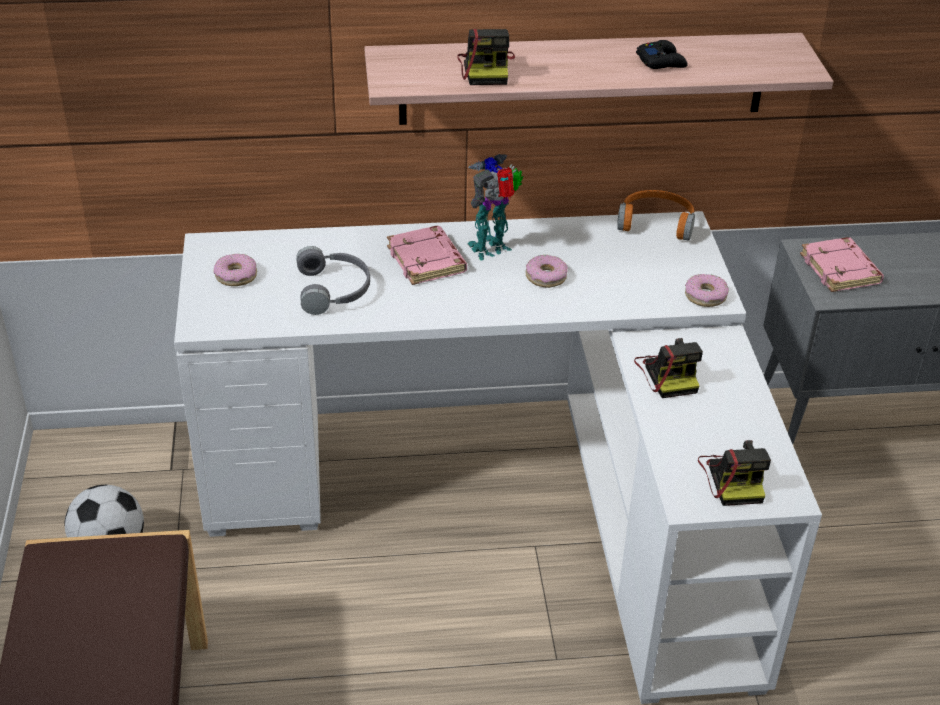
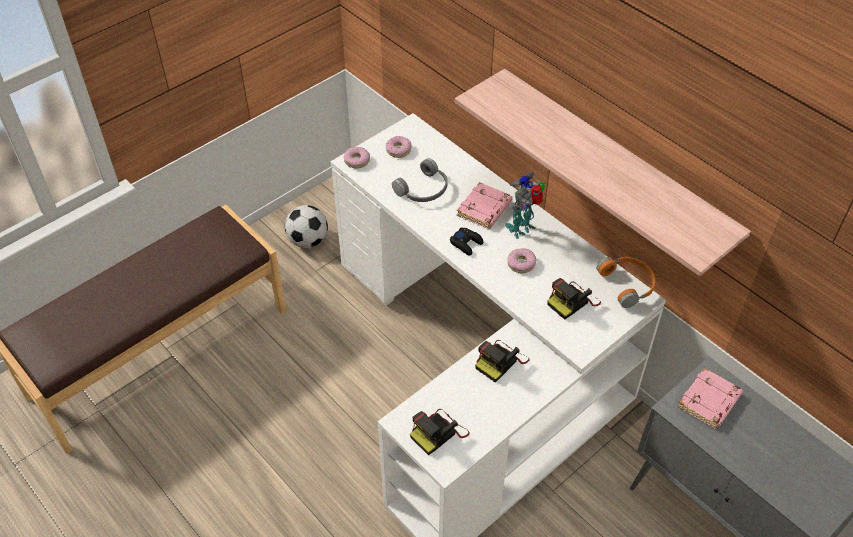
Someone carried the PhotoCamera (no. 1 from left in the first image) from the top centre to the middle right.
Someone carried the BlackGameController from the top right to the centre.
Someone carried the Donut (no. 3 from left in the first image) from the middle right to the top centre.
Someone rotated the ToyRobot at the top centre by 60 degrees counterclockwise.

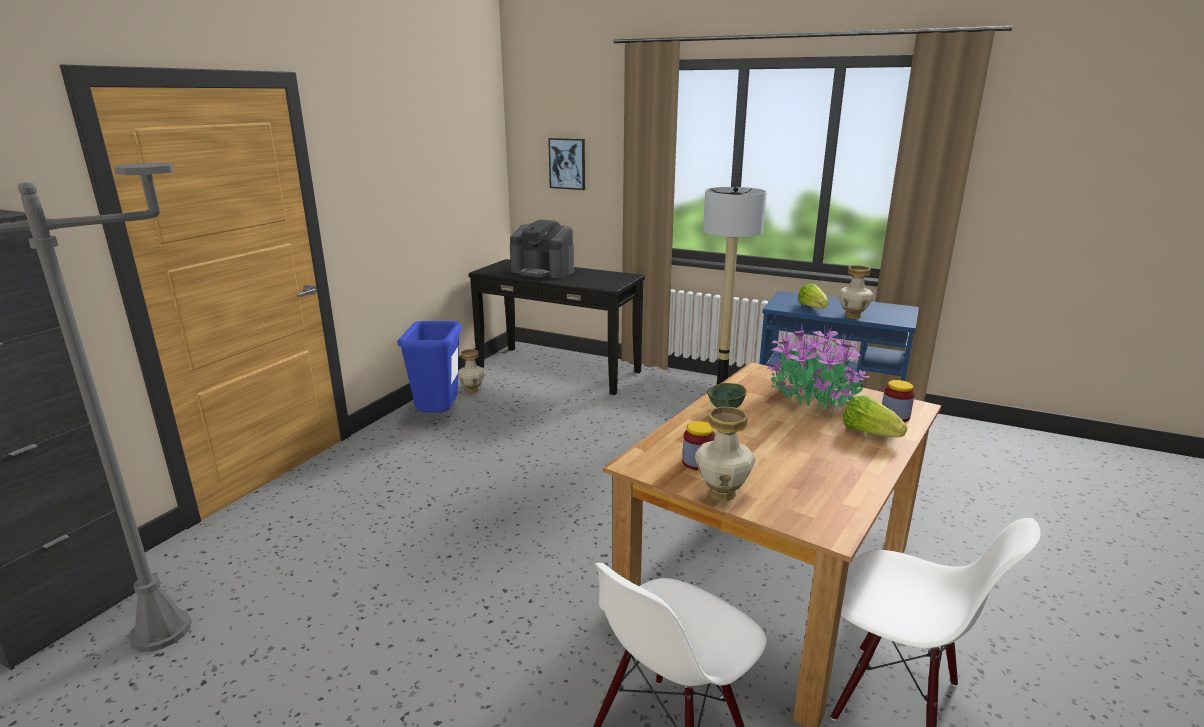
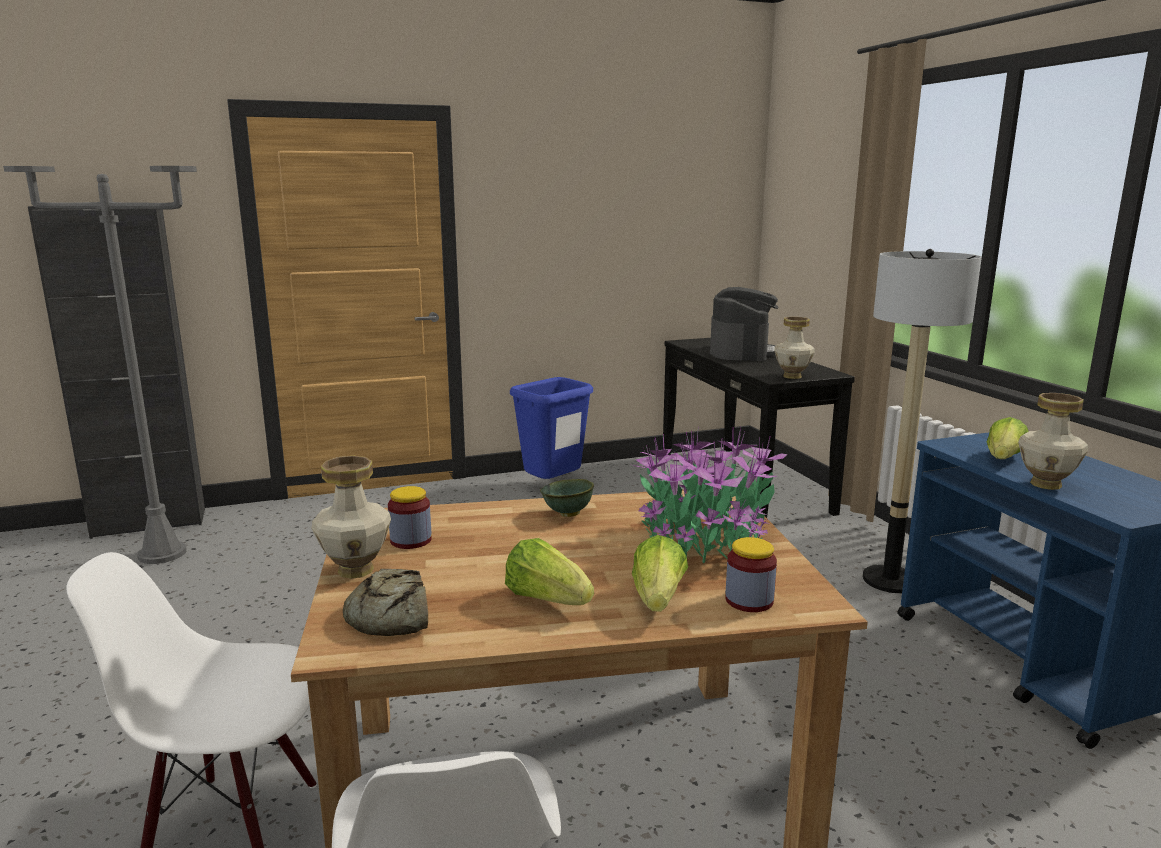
Someone took away the Picture at the top centre.
Someone put down the Bread at the bottom left.
Someone put down the Lettuce (no. 1 from left) at the bottom centre.
Someone carried the Vase (no. 1 from left in the first image) from the centre to the middle right.
Someone rotated the CoffeeMachine at the centre by 150 degrees counterclockwise.

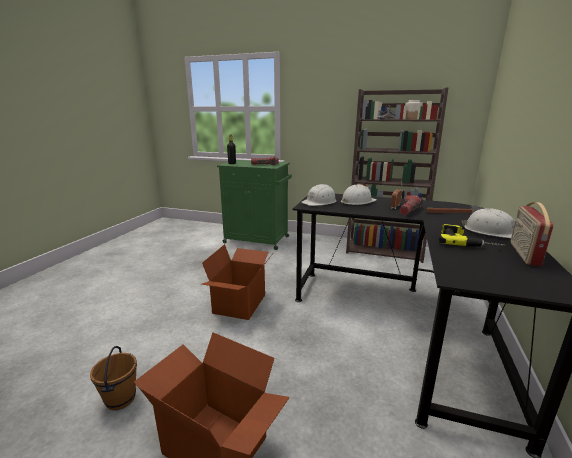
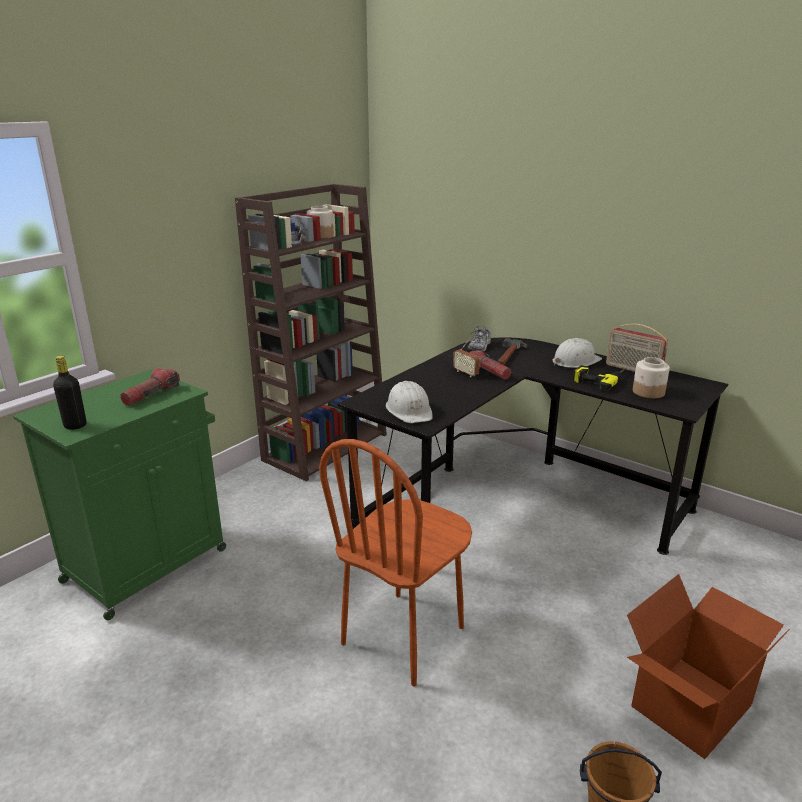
Someone took away the WhiteHardHat (no. 2 from left) at the centre.
Someone put down the Shoe (no. 2 from left) at the centre.
Someone put down the Jar (no. 2 from left) at the middle right.
Someone swapped the CardboardBox (no. 2 from left) at the centre for the BrownChair at the bottom centre.

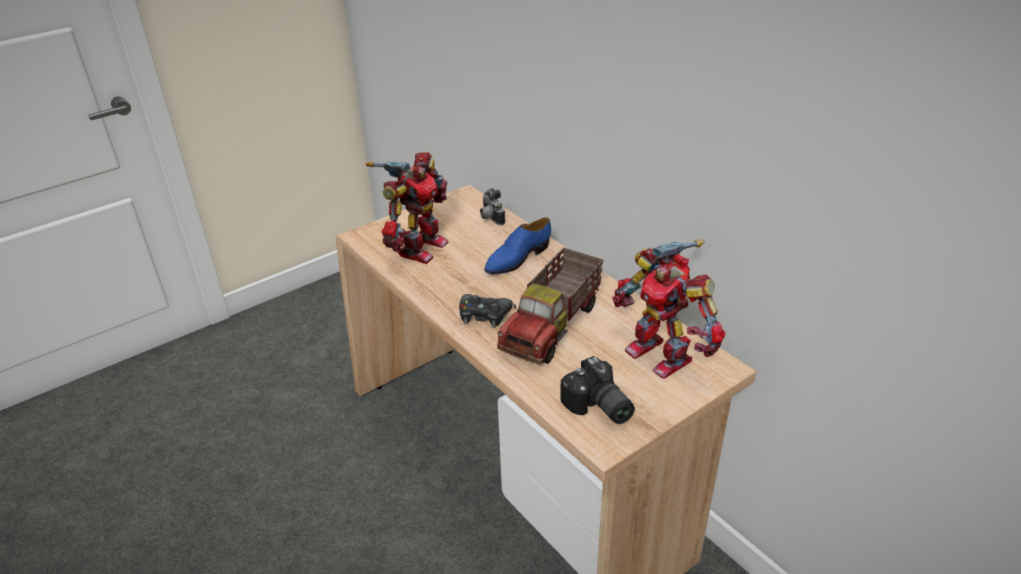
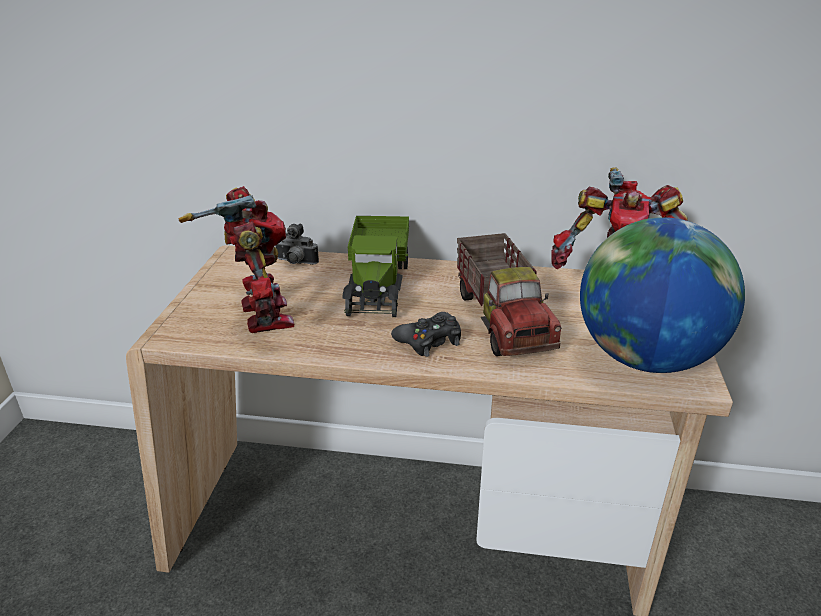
Someone swapped the BlueShoe at the centre for the ToyTruck (no. 1 from left) at the centre.
Someone swapped the PhotoCamera (no. 2 from left) at the bottom centre for the Globe at the middle right.

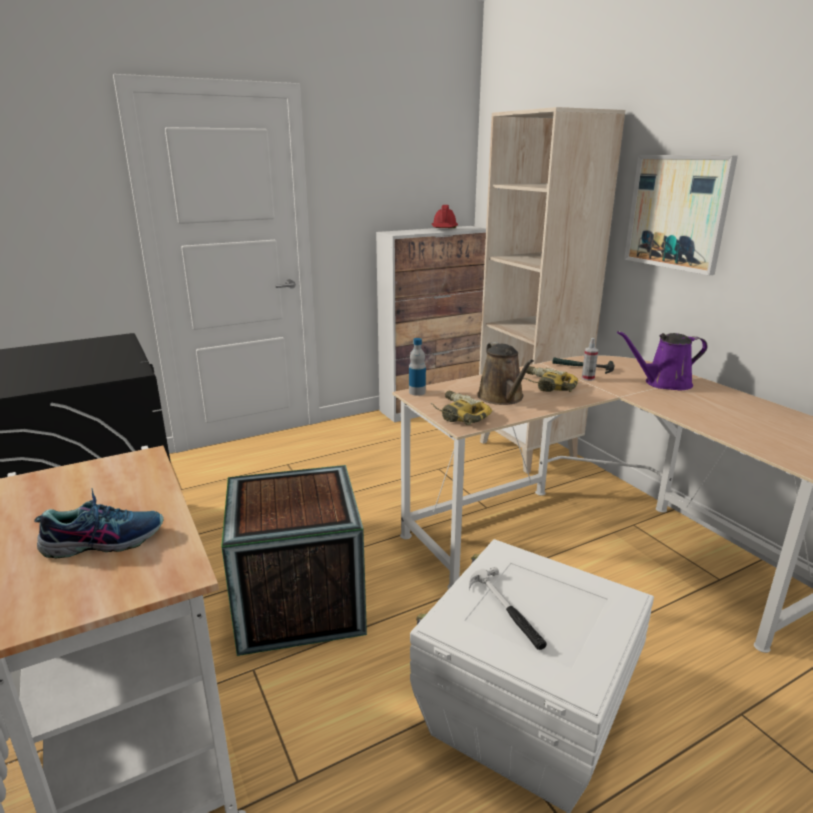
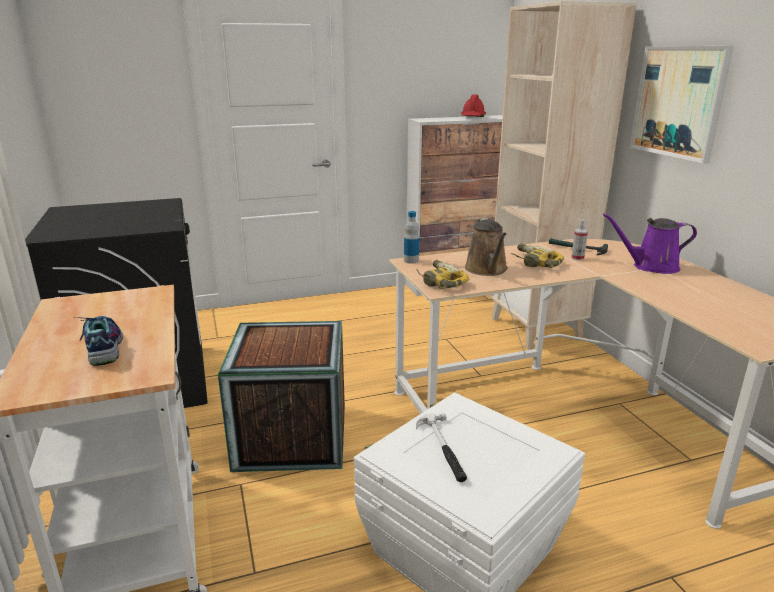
Someone rotated the Shoe at the middle left by 105 degrees counterclockwise.

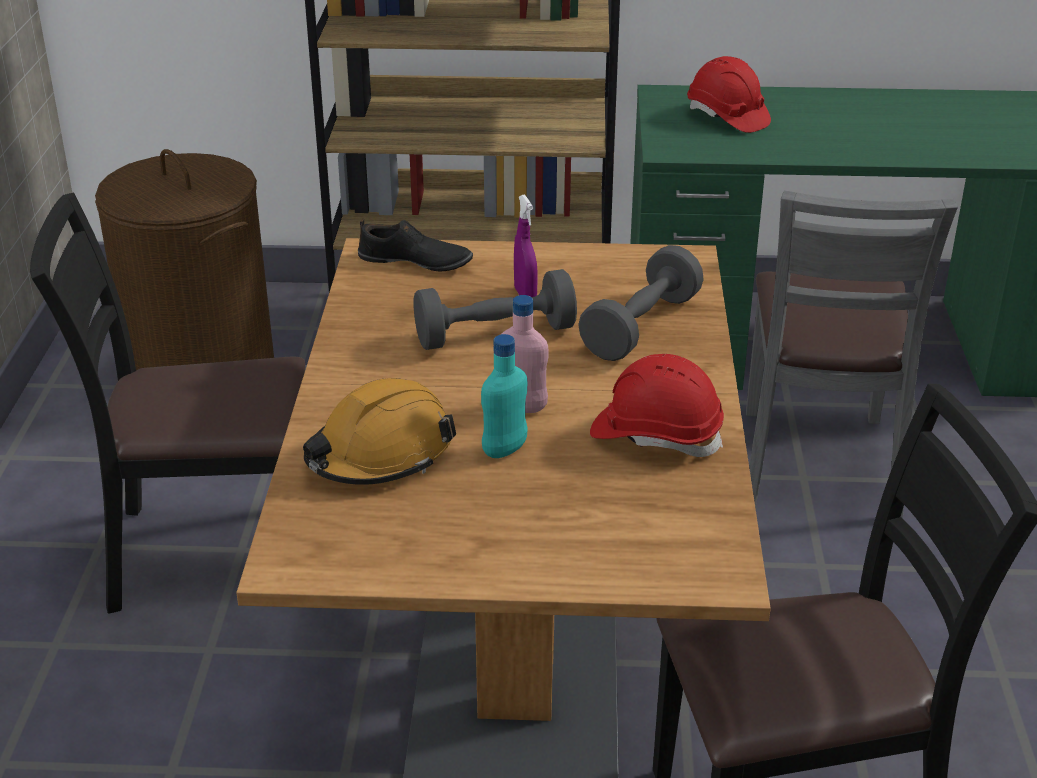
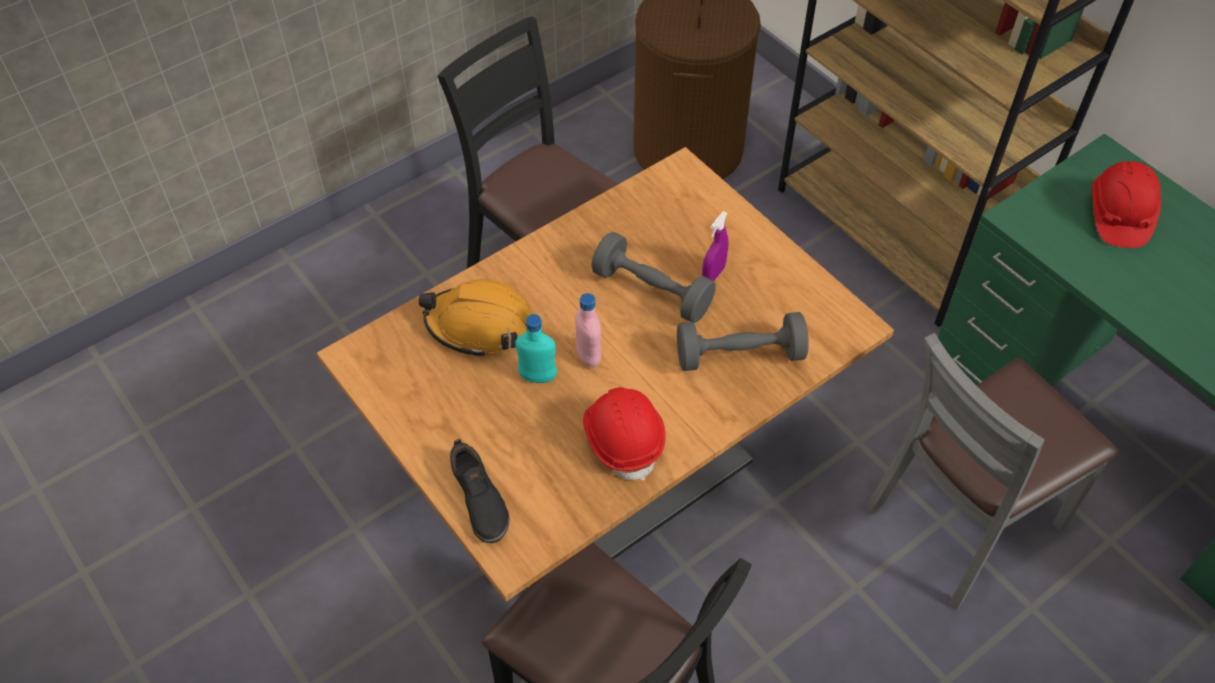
Someone carried the BlackShoe from the top centre to the bottom centre.

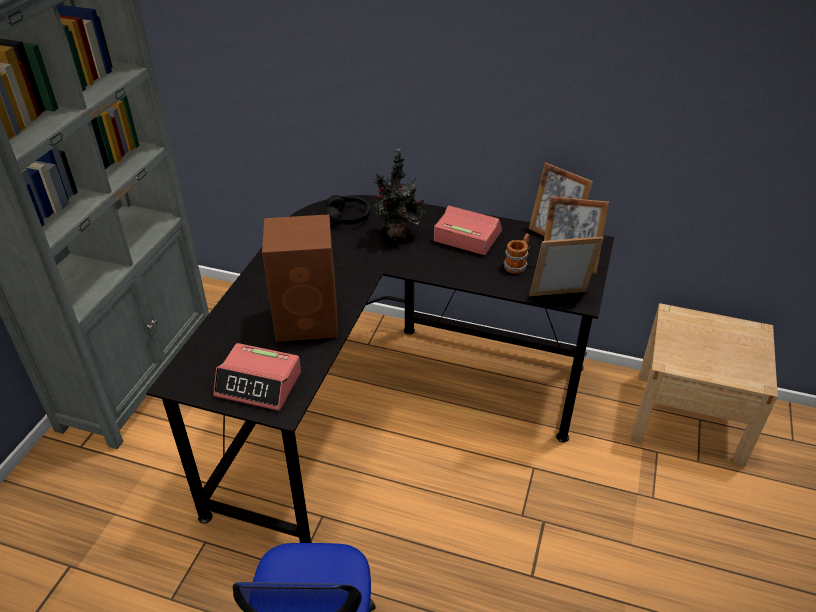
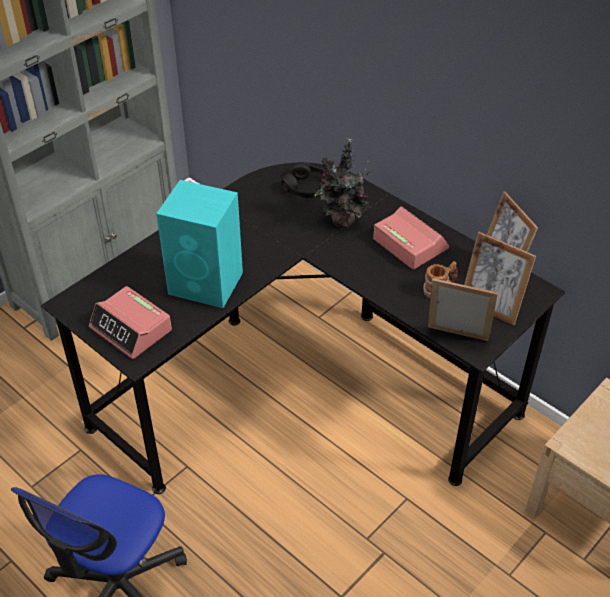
Someone repainted the BrownSpeaker at the centre, which became the TurquoiseSpeaker at the middle left.

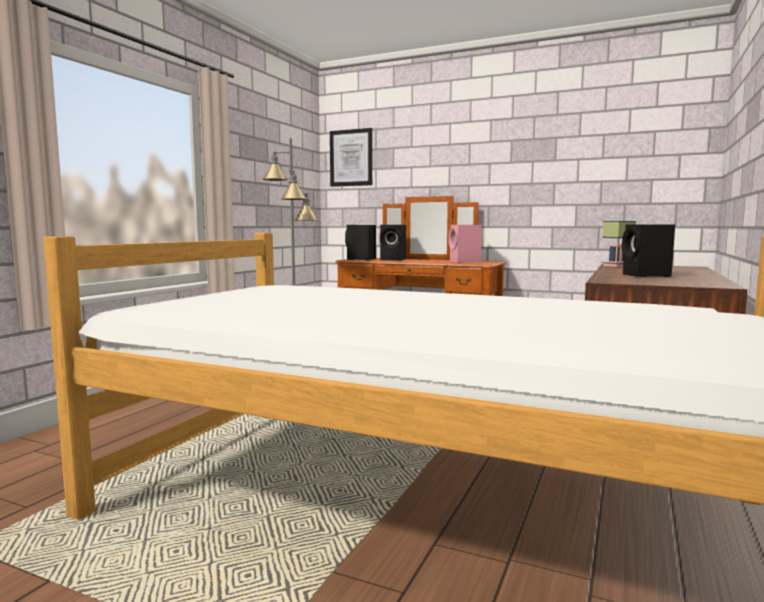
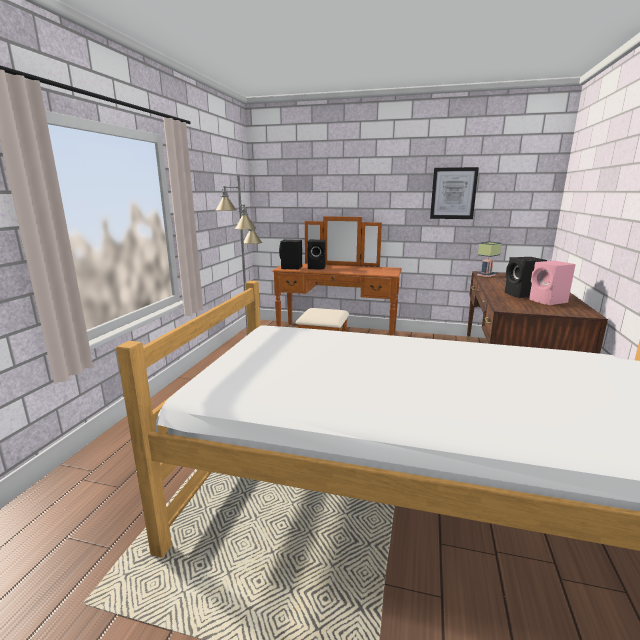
Someone carried the Picture from the top centre to the top right.
Someone carried the PinkSpeaker from the centre to the middle right.

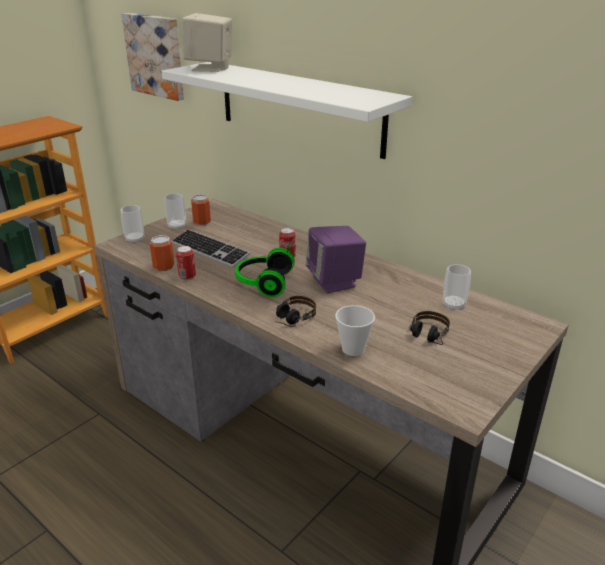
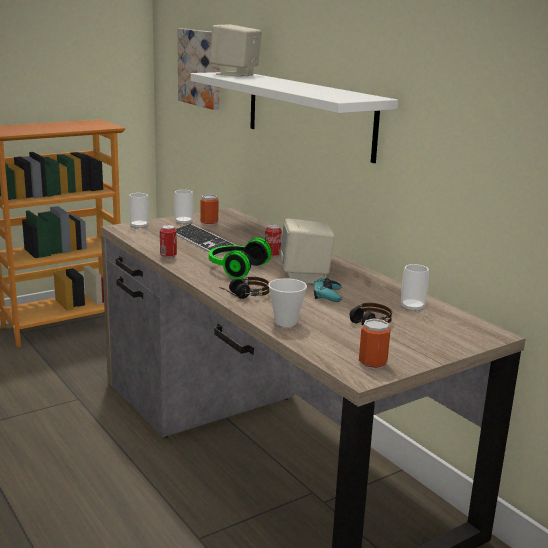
Someone put down the TurquoiseGameController at the centre.
Someone carried the Can (no. 1 from left in the first image) from the middle left to the middle right.
Someone repainted the PurpleSpeaker at the centre, which became the BeigeSpeaker (no. 2 from left) at the centre.

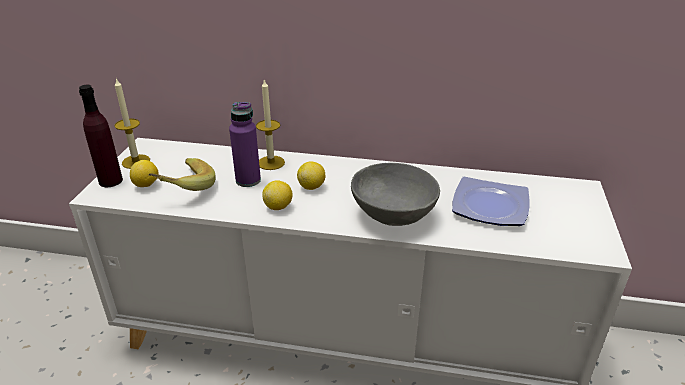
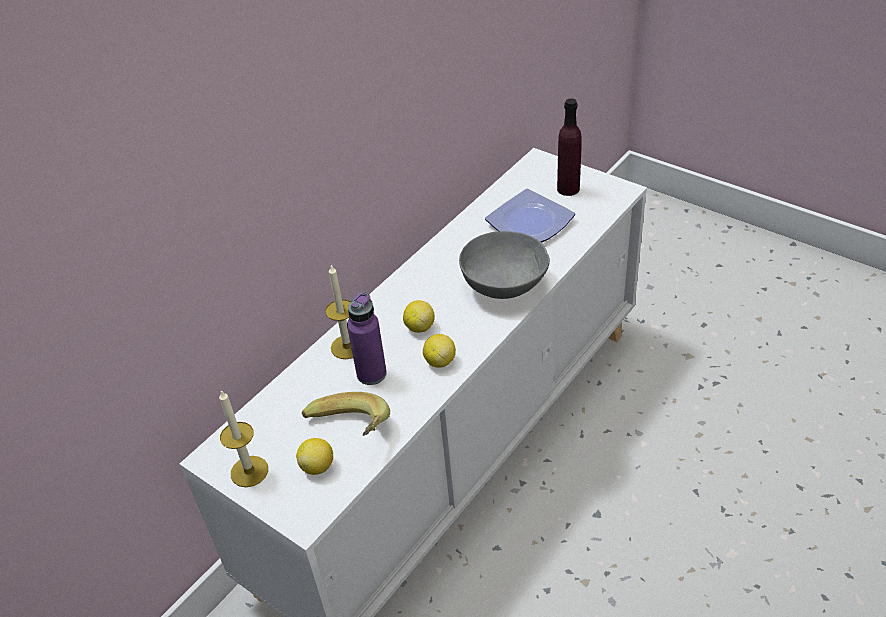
Someone carried the PurpleBottle (no. 1 from left in the first image) from the middle left to the top centre.

